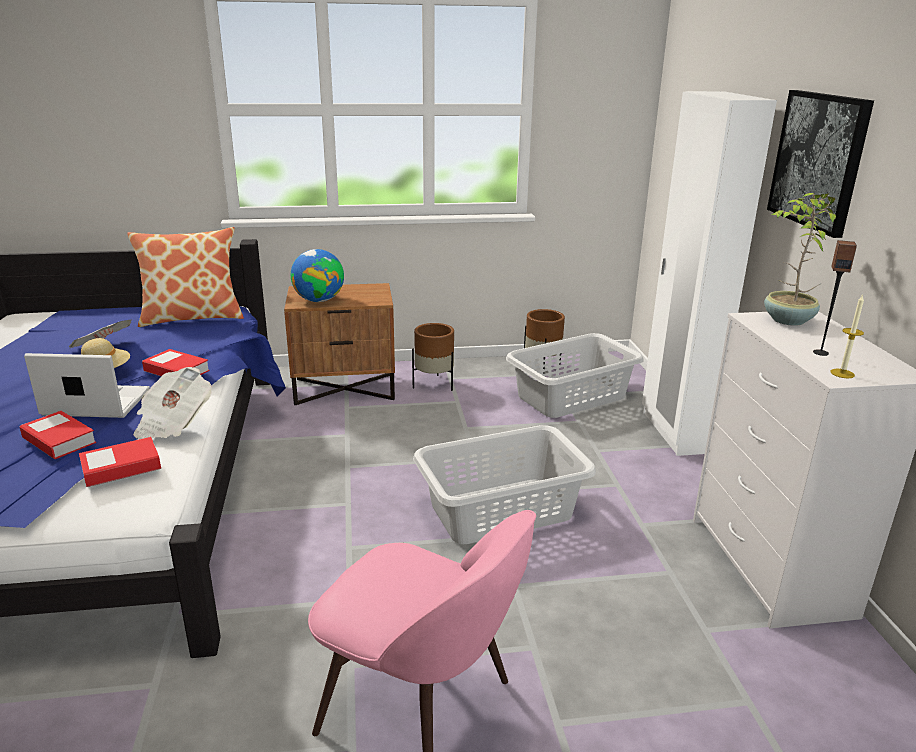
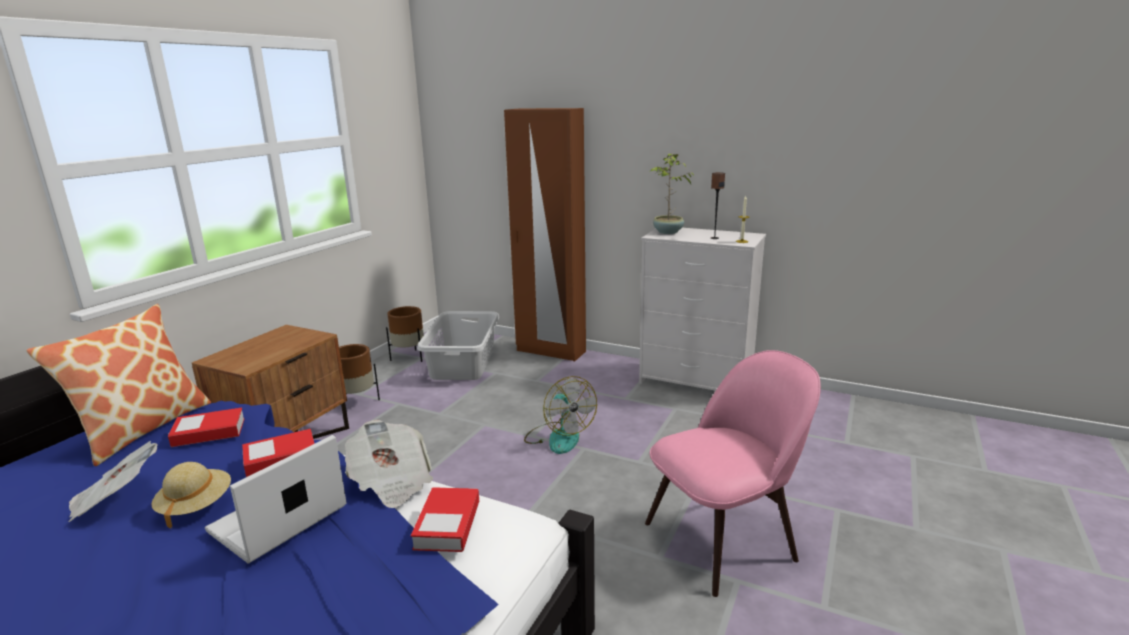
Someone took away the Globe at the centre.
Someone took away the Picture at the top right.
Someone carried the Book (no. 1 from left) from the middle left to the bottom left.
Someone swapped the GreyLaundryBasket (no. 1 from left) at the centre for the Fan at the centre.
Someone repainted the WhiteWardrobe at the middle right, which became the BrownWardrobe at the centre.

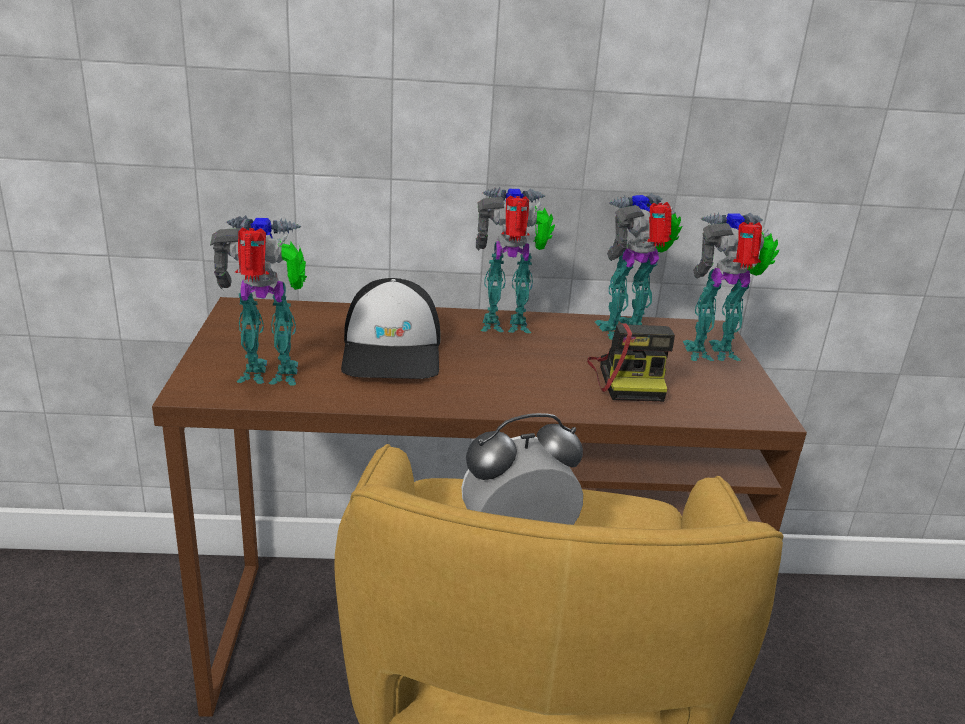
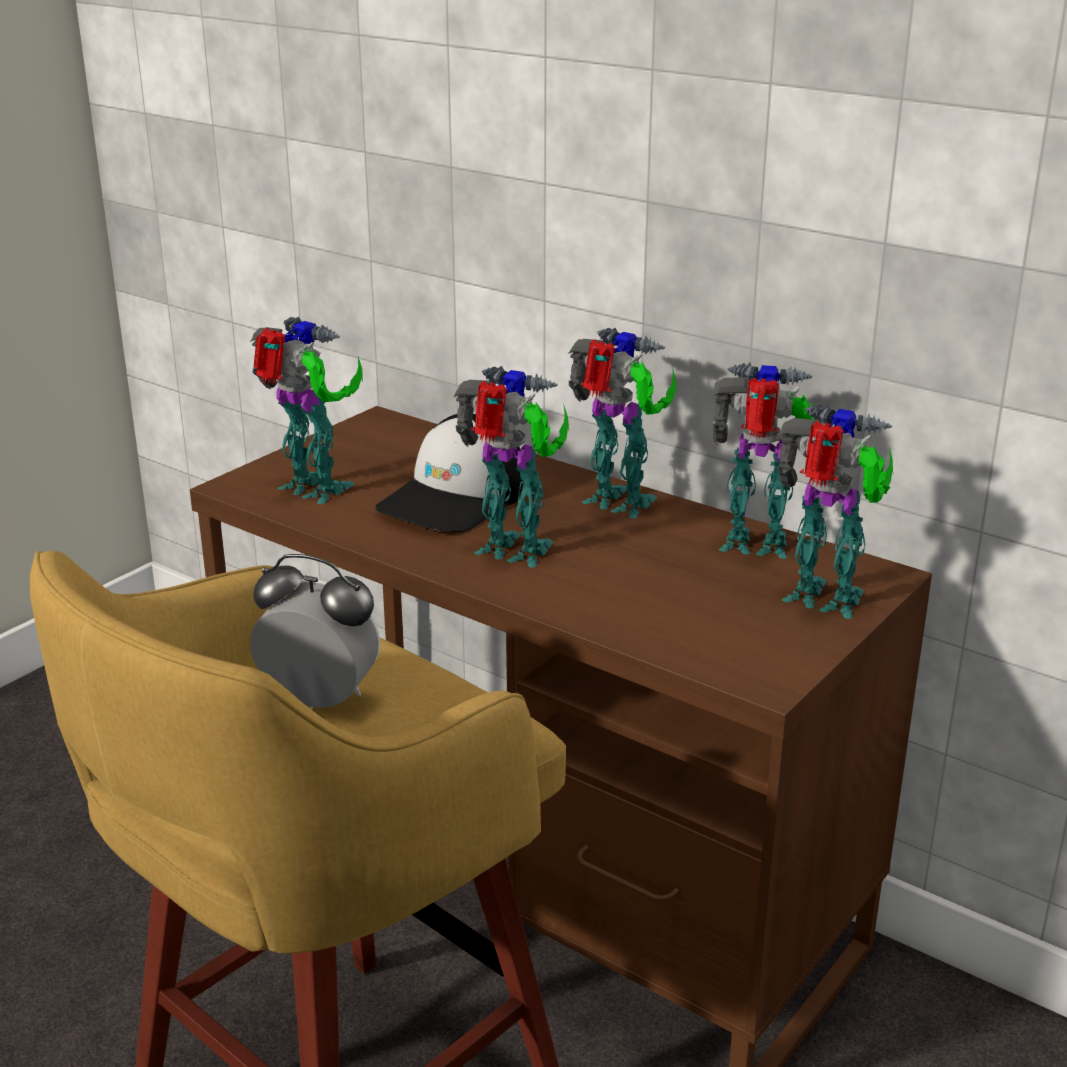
Someone took away the PhotoCamera at the centre.
Someone put down the ToyRobot (no. 2 from left) at the centre.

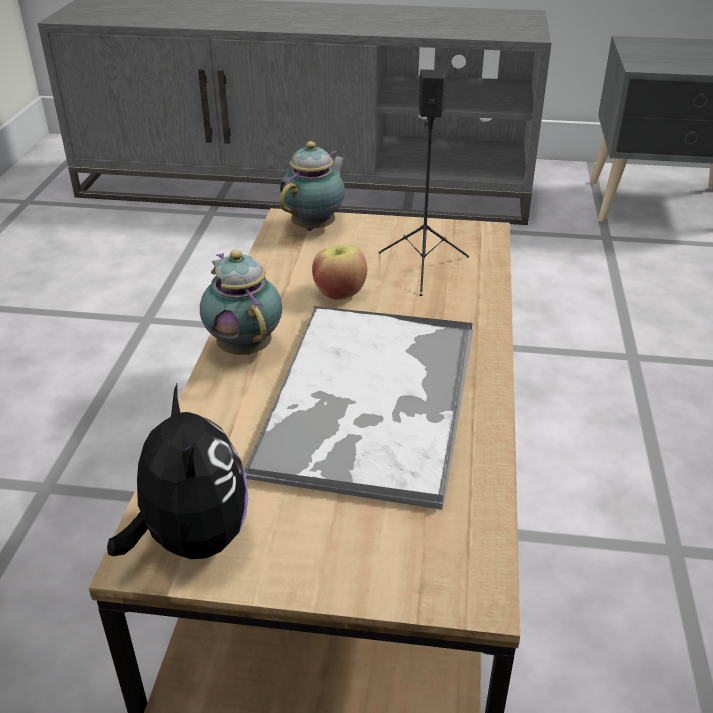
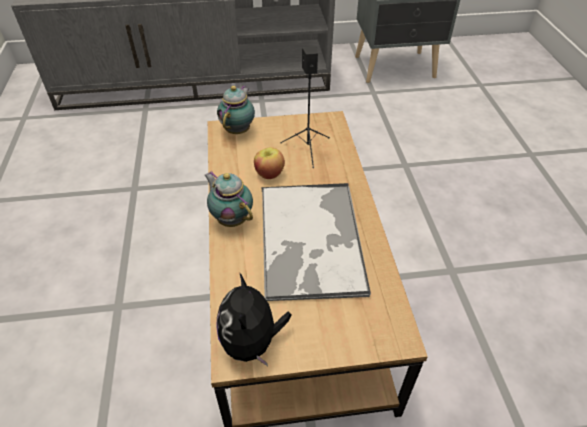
Someone rotated the PlushToy at the middle left by 150 degrees counterclockwise.

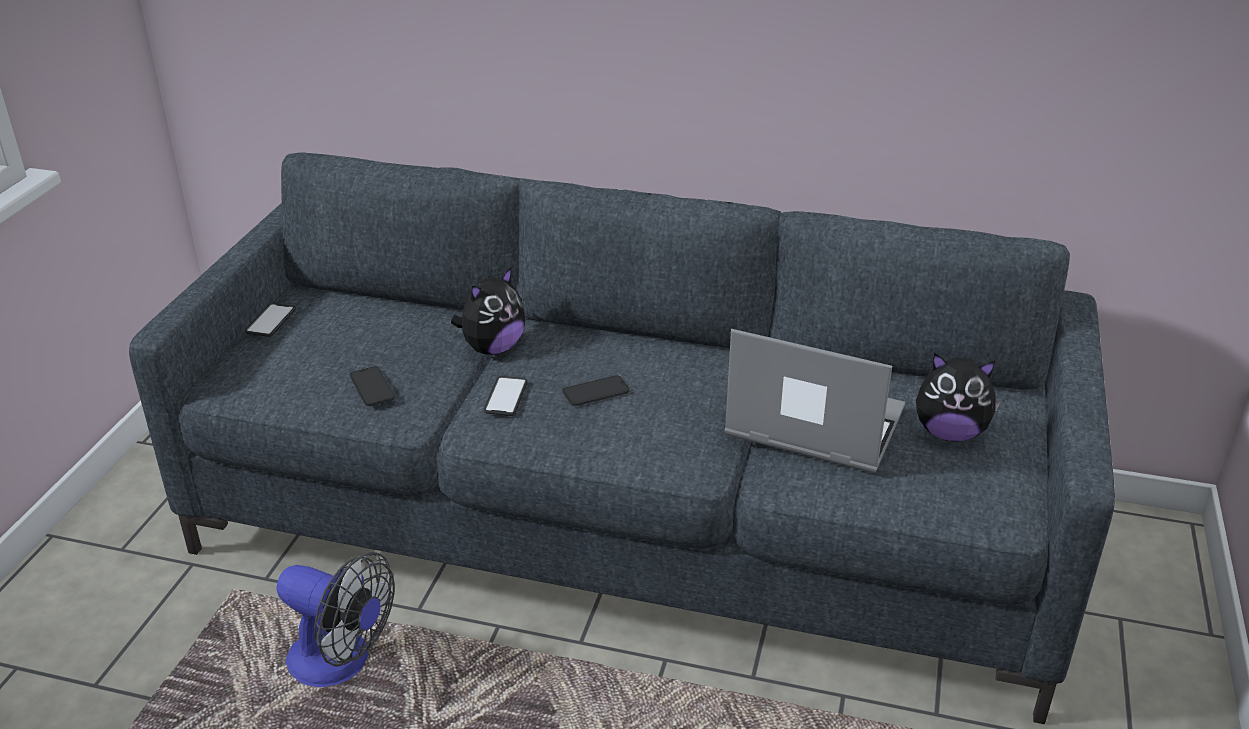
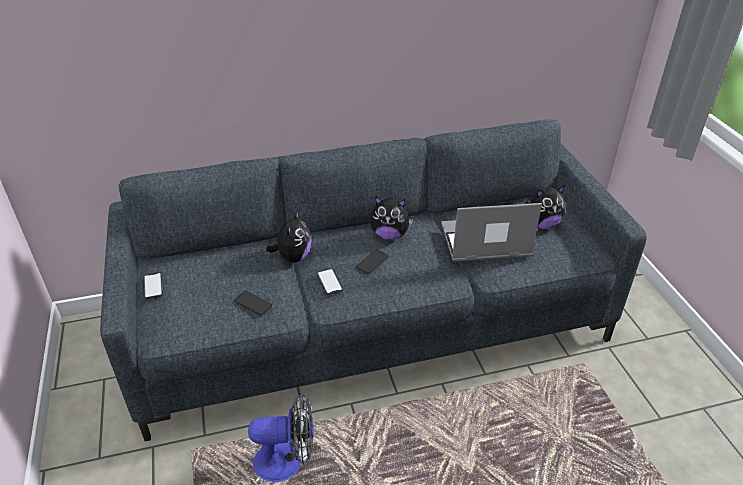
Someone put down the PlushToy (no. 2 from left) at the centre.

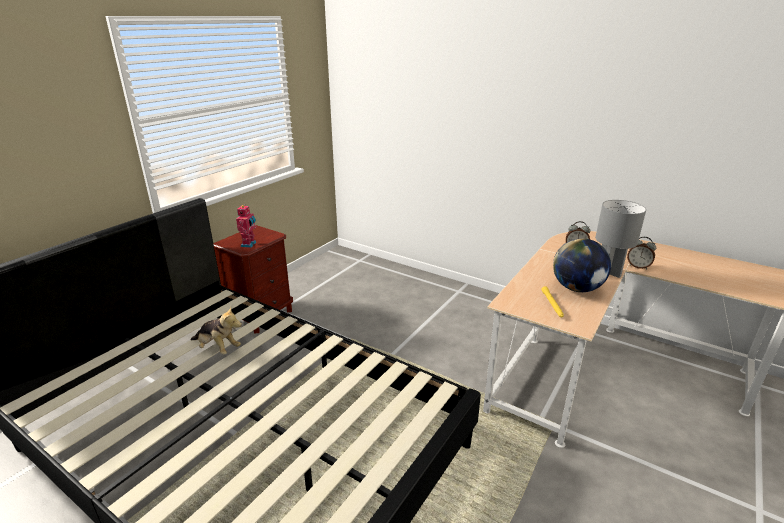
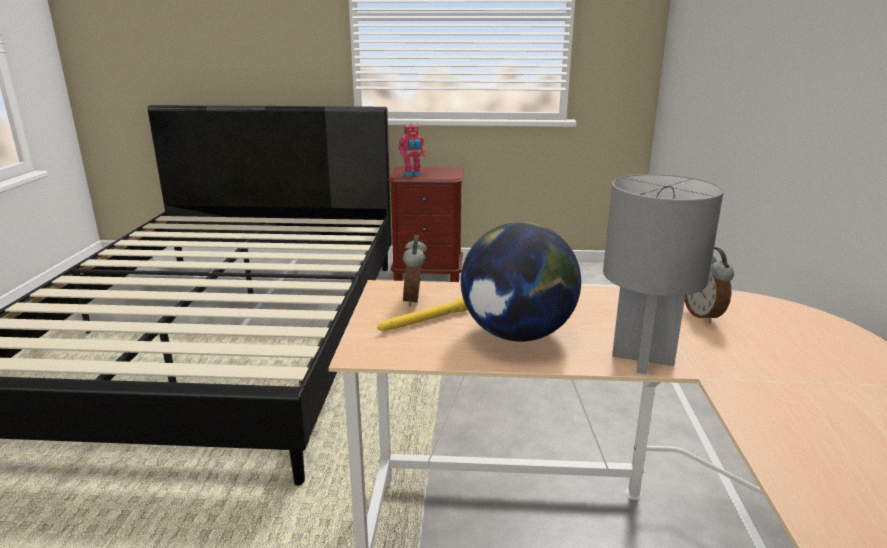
Someone took away the PlushToy at the middle left.
Someone carried the AlarmClock (no. 2 from left in the first image) from the middle right to the centre.

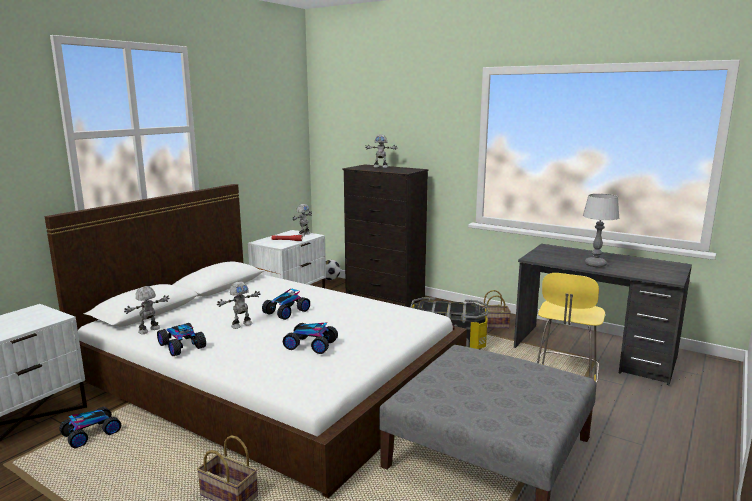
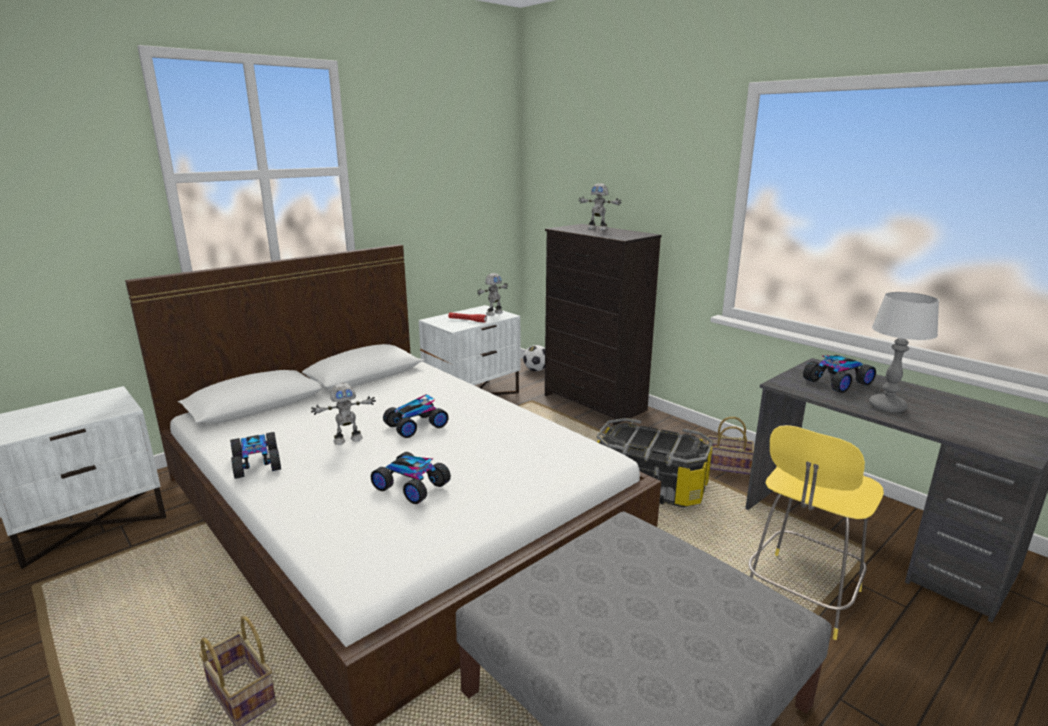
Someone took away the ToyRobot (no. 1 from left) at the middle left.
Someone carried the ToyCar (no. 1 from left in the first image) from the bottom left to the middle right.

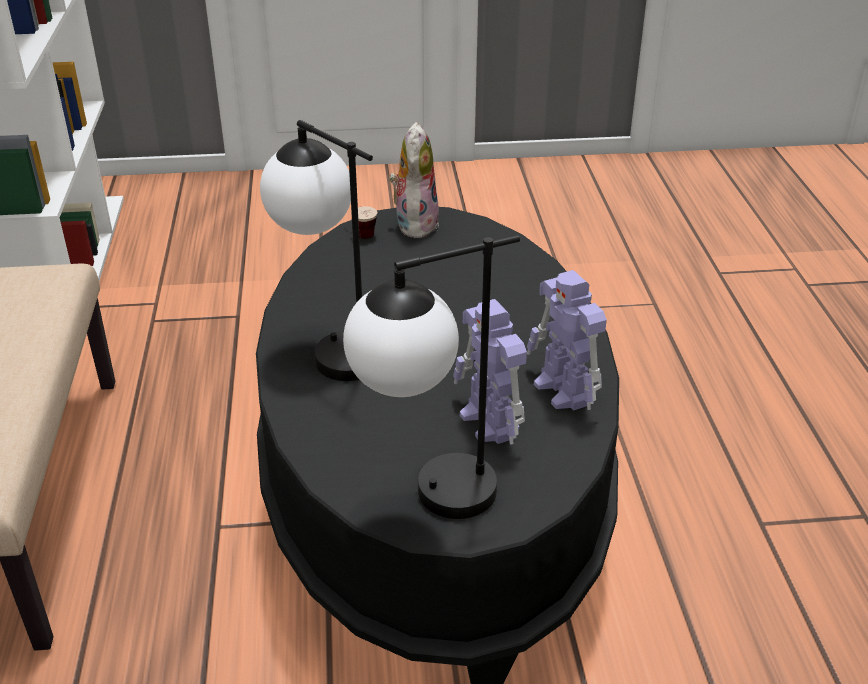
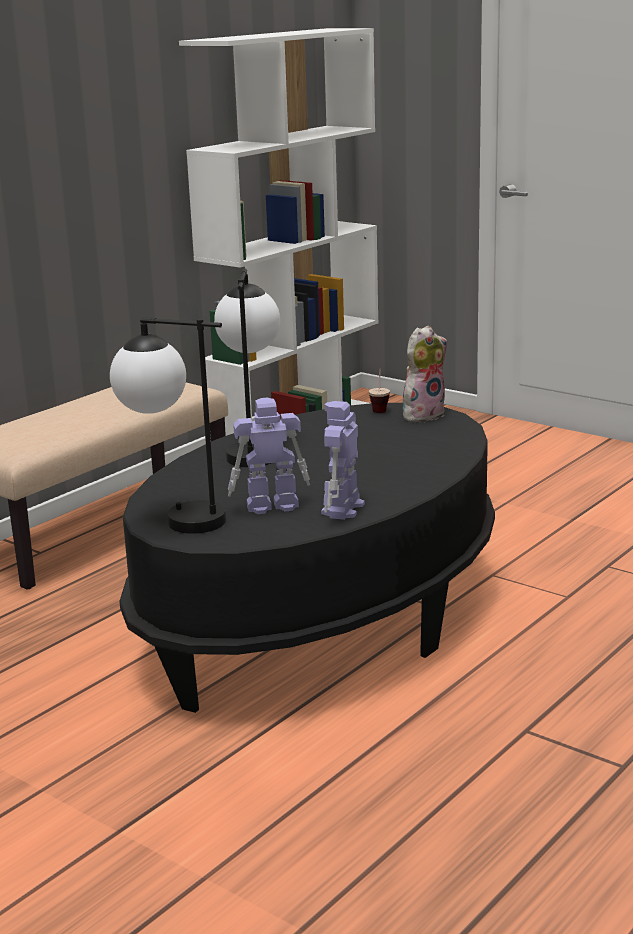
Someone rotated the ToyRobot (no. 1 from left) at the centre by 60 degrees clockwise.

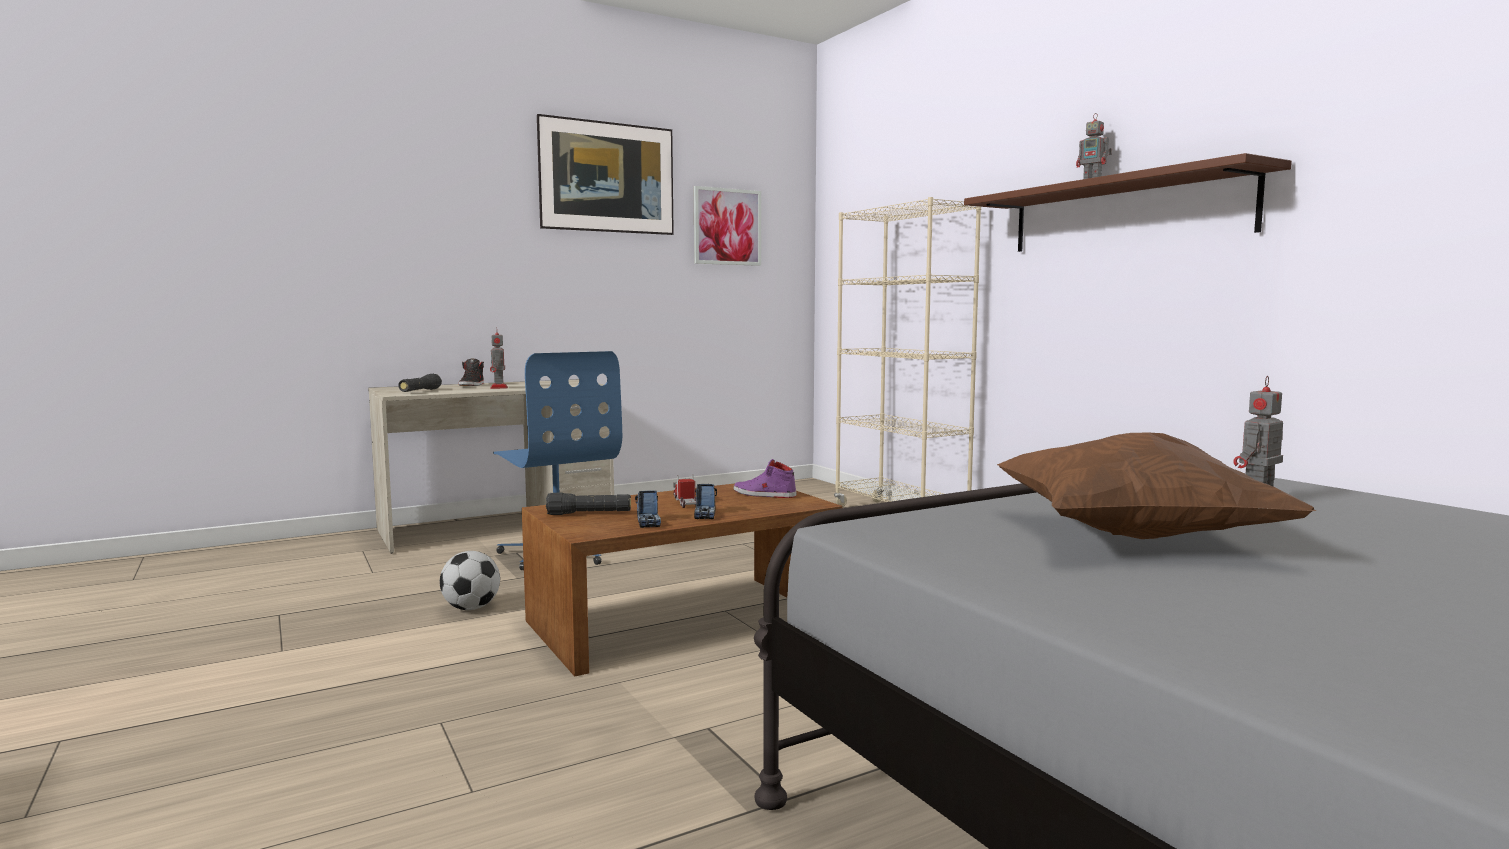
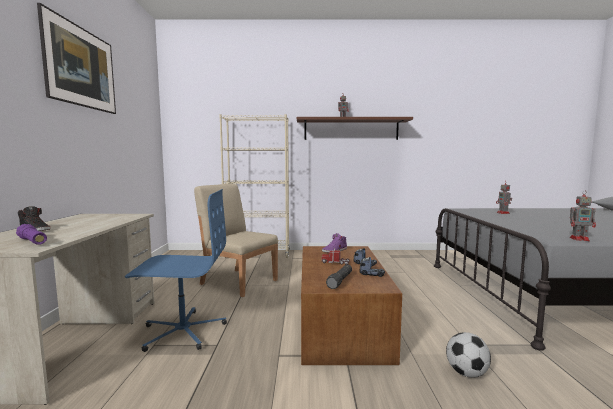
Someone took away the Picture (no. 2 from left) at the top centre.
Someone took away the BrownPillow at the middle right.
Someone put down the BeigeChair at the centre.
Someone carried the Football from the bottom left to the bottom right.
Someone carried the ToyRobot (no. 1 from left in the first image) from the middle left to the middle right.
Someone repainted the BlackFlashlight (no. 1 from left) at the middle left, which became the PurpleFlashlight at the middle left.

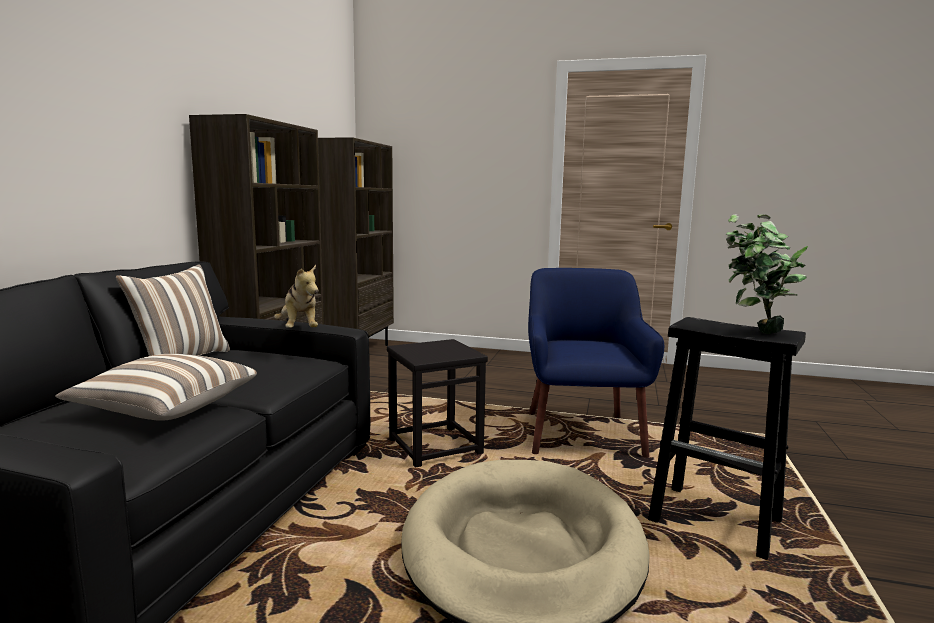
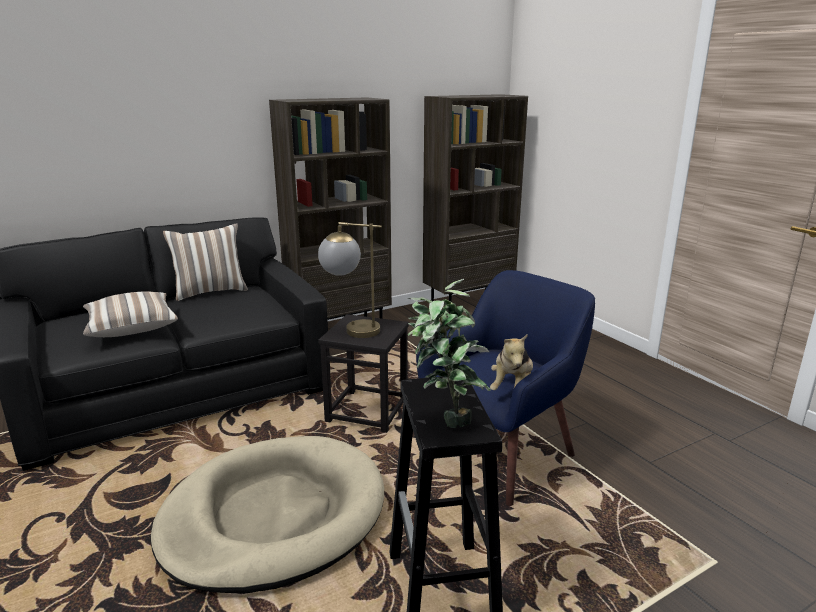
Someone put down the TableLamp at the centre.
Someone carried the PlushToy from the middle left to the centre.

